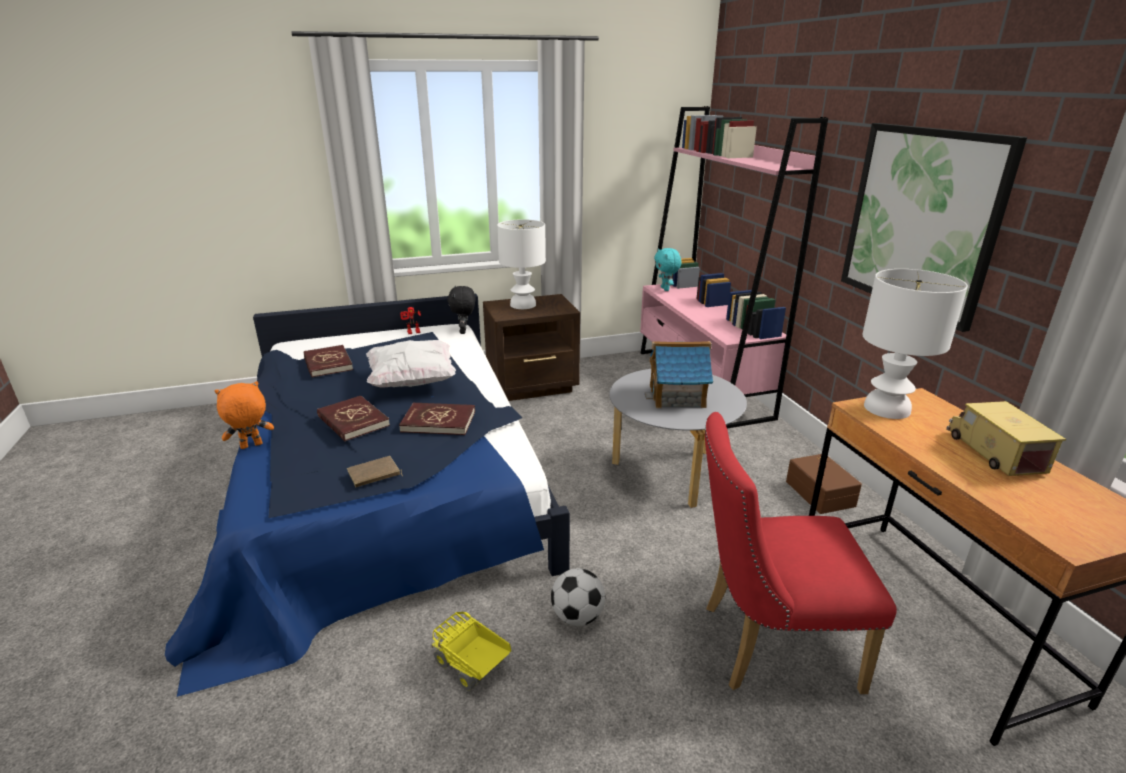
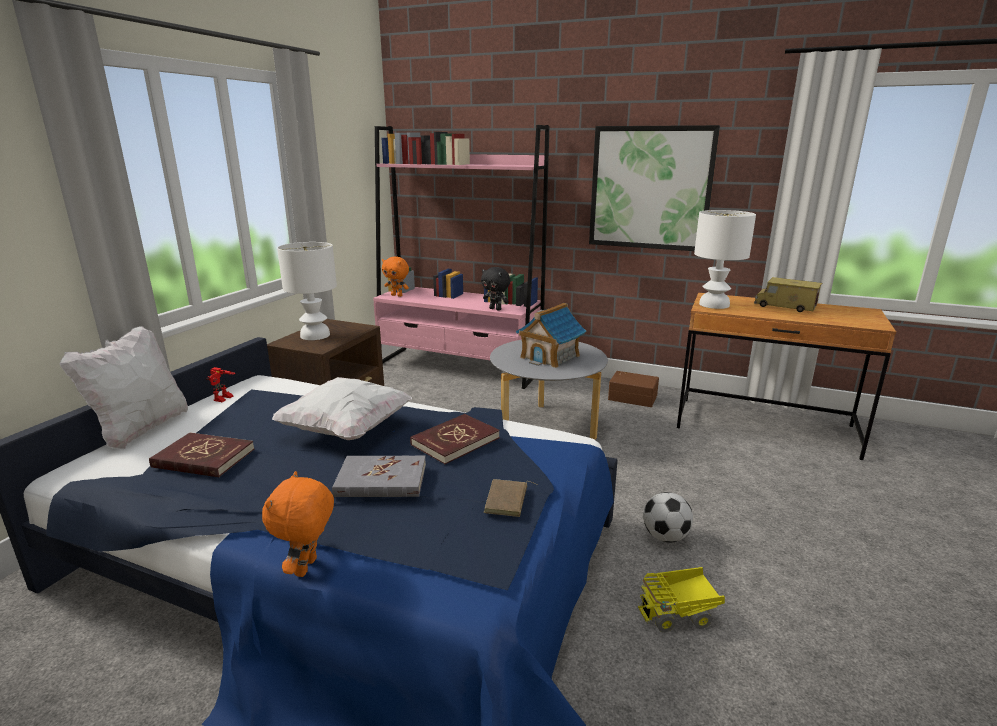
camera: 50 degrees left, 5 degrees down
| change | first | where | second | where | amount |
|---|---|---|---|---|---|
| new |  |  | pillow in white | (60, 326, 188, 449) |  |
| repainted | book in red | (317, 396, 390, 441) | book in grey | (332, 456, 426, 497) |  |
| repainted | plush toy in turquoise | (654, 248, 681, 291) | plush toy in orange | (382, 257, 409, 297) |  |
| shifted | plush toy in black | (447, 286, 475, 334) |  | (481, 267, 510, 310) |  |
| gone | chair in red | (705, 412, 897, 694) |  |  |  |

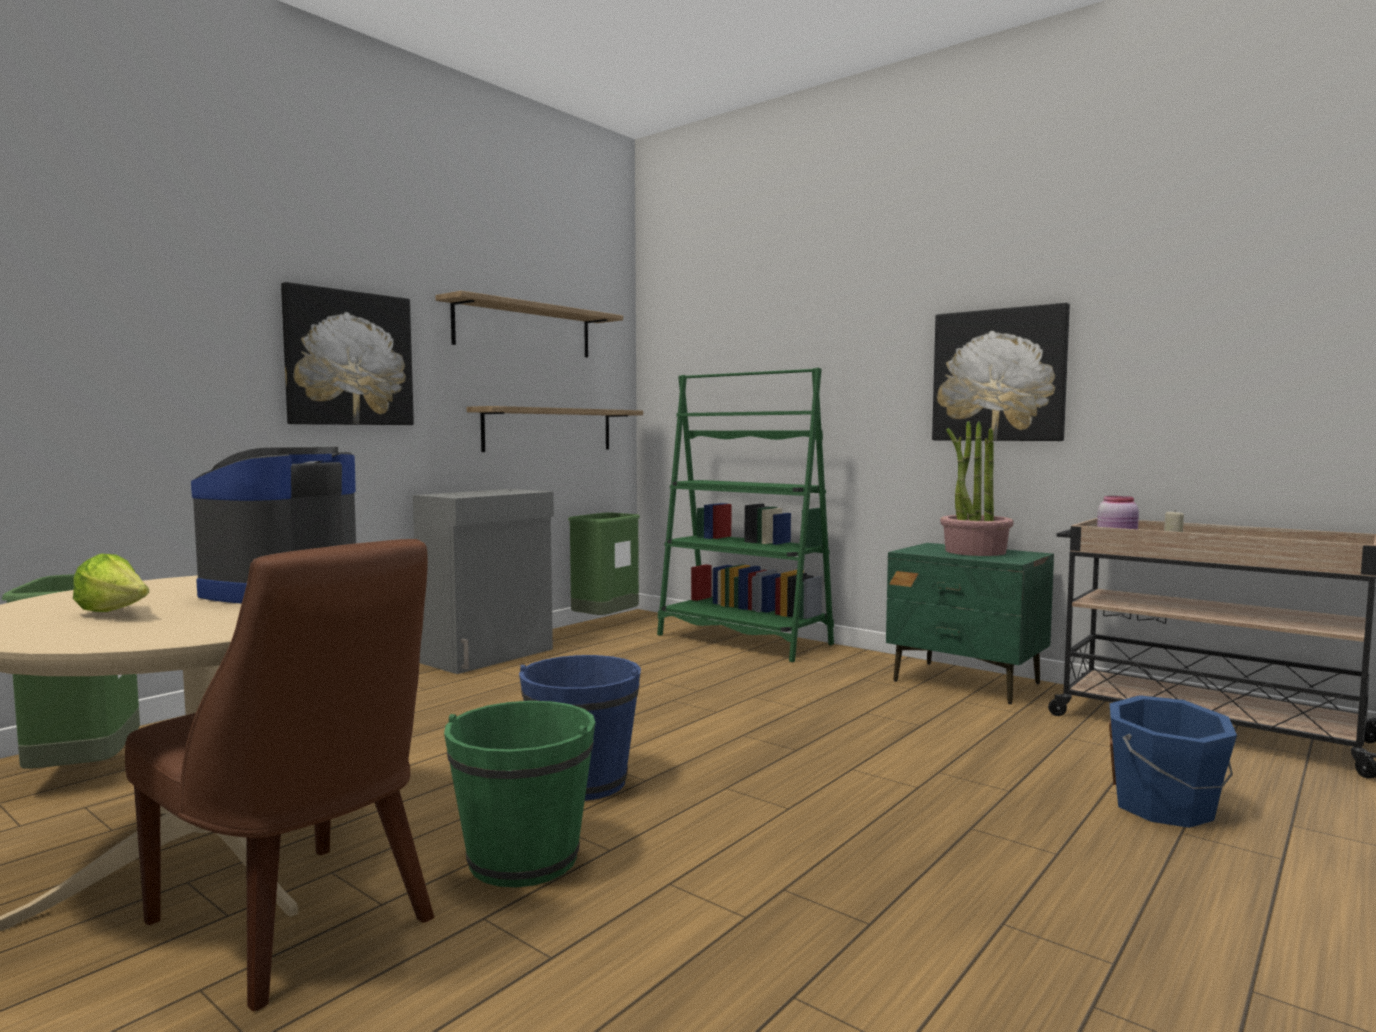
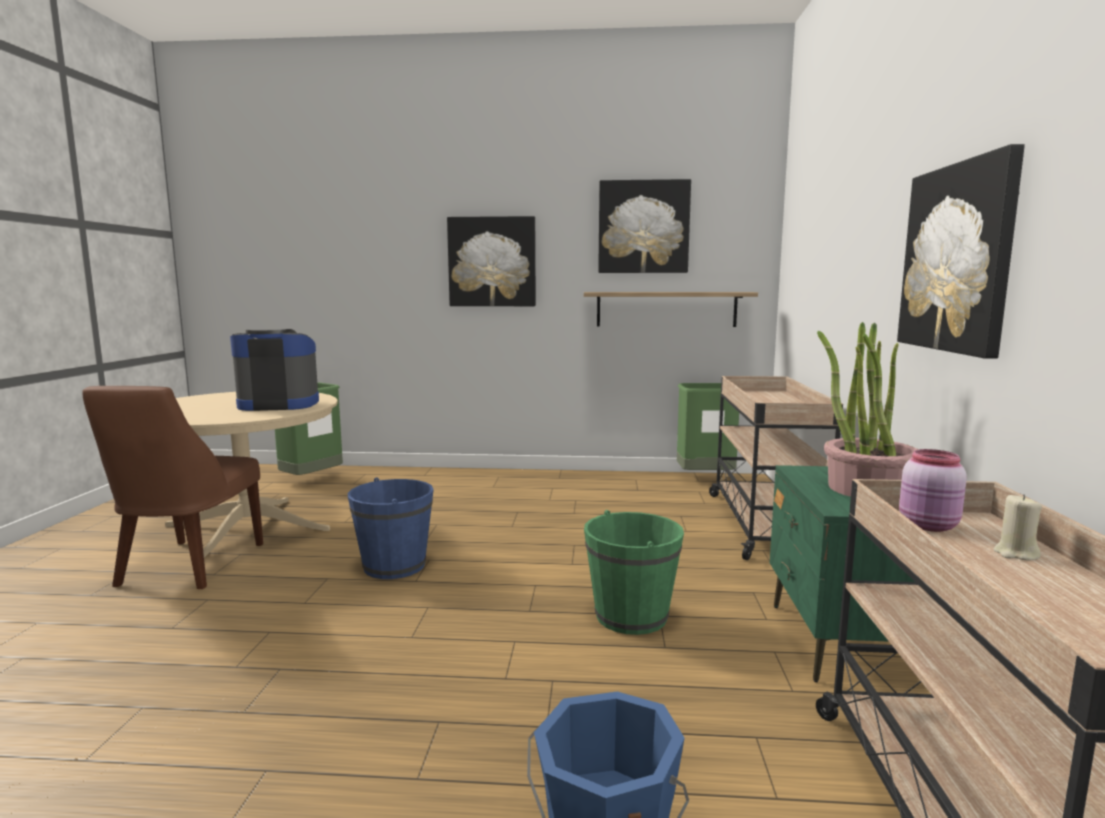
camera: 55 degrees right, 5 degrees up
| change | first | where | second | where | amount |
|---|---|---|---|---|---|
| shifted | bucket in green | (444, 701, 595, 887) |  | (584, 510, 684, 635) |  |
| swapped | shelf | (435, 291, 623, 357) | picture | (598, 179, 691, 273) |  |
| swapped | bookcase in green | (657, 368, 834, 662) | cart in beige | (709, 376, 843, 560) |  |
| gone | lettuce | (73, 554, 149, 612) |  |  |  |
| gone | cabinet in grey | (413, 489, 554, 674) |  |  |  |

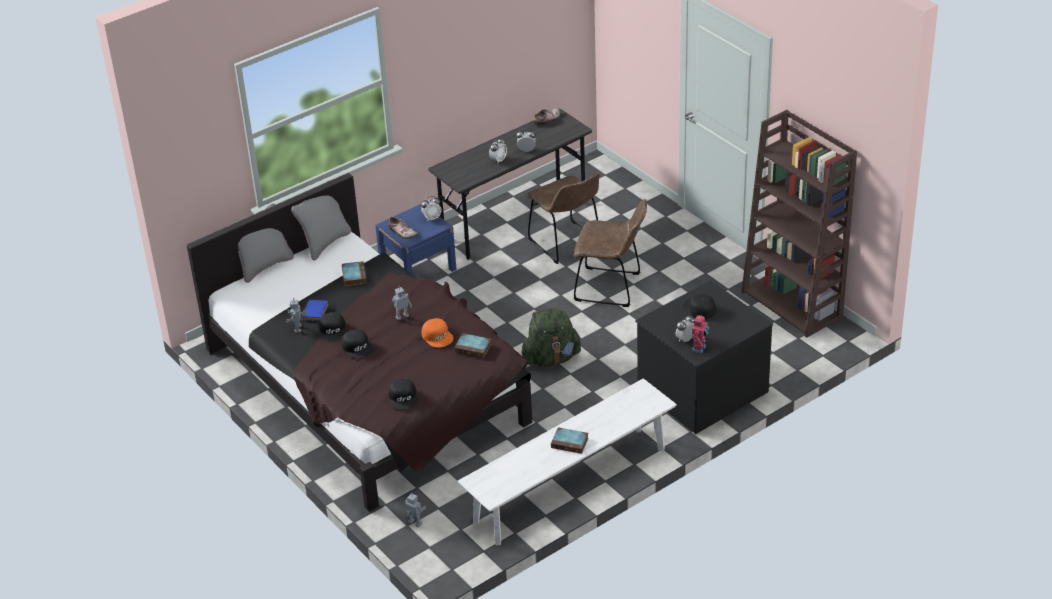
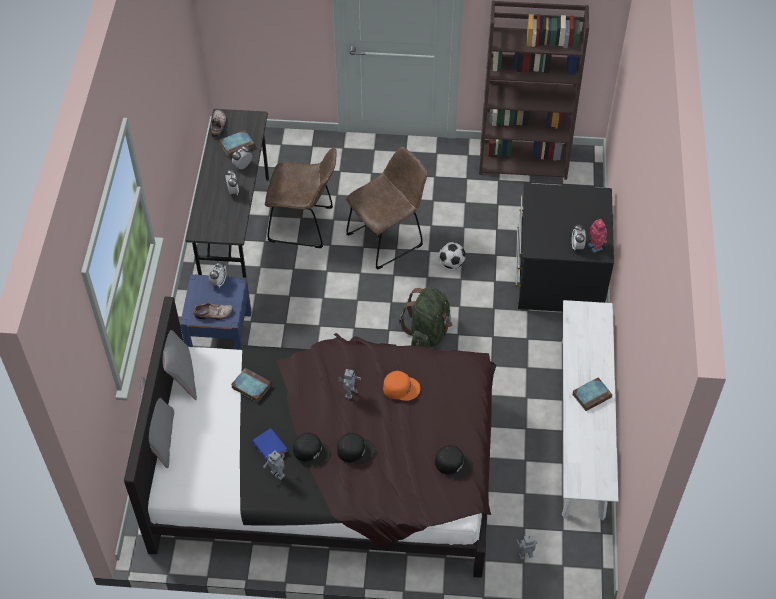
camera: 50 degrees left, 15 degrees up
| change | first | where | second | where | amount |
|---|---|---|---|---|---|
| shifted | book | (454, 333, 491, 358) |  | (220, 130, 255, 157) |  |
| new |  |  | football | (439, 242, 466, 269) |  |
| gone | cap in black | (682, 294, 716, 319) |  |  |  |

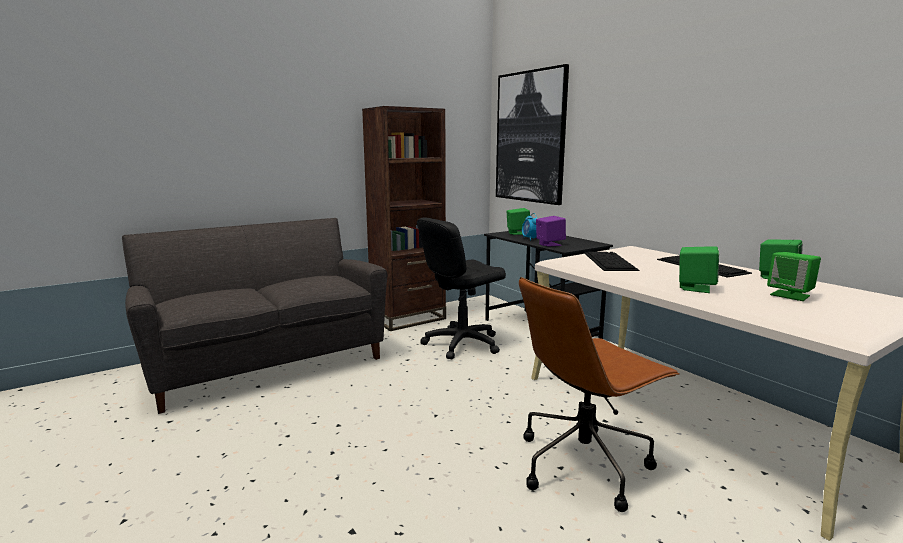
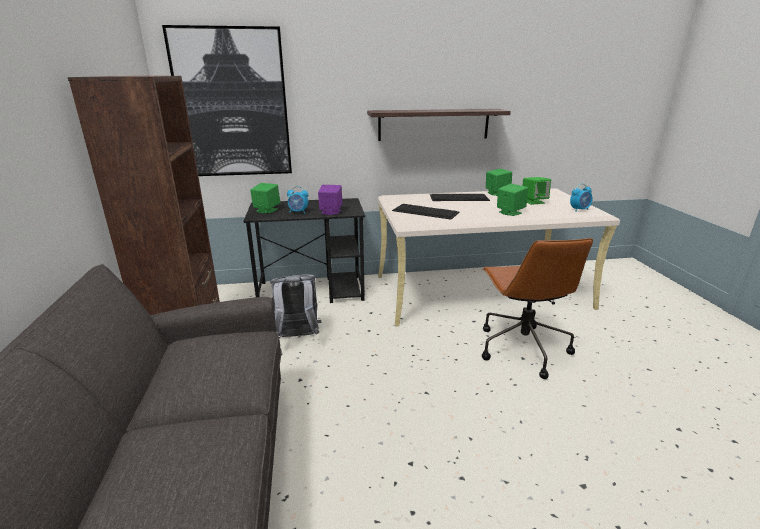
camera: 65 degrees left, 10 degrees up
| change | first | where | second | where | amount |
|---|---|---|---|---|---|
| swapped | office chair in black | (417, 218, 506, 360) | backpack in grey | (270, 274, 321, 337) |  |
| new |  |  | shelf | (367, 109, 511, 141) |  |
| new |  |  | alarm clock | (570, 184, 592, 212) |  |

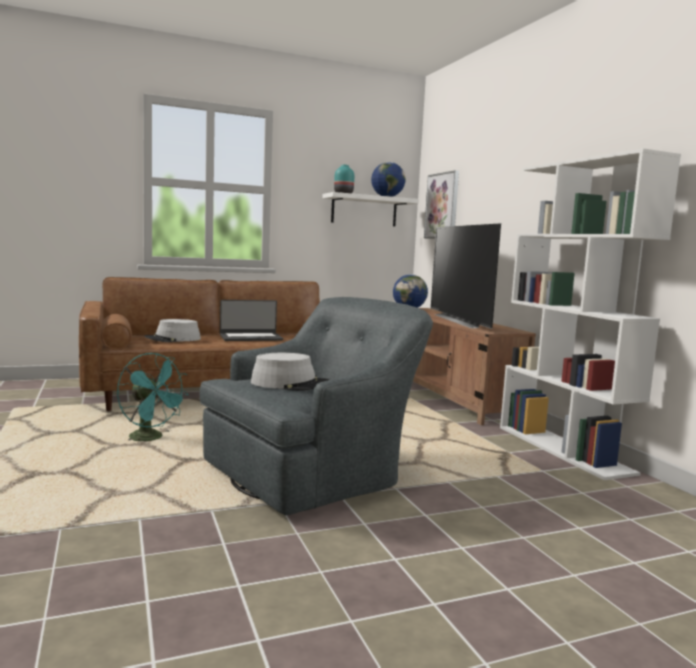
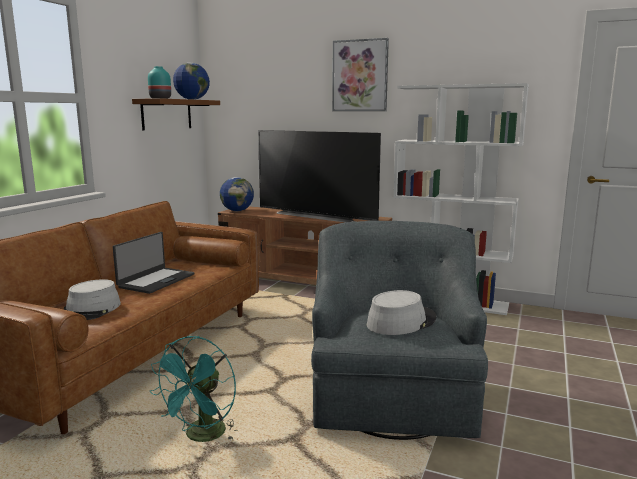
camera: 45 degrees left, 5 degrees up
| change | first | where | second | where | amount |
|---|---|---|---|---|---|
| repainted | shelf in white | (322, 192, 419, 226) | shelf in brown | (132, 98, 220, 130) |  |
| rotated | fan in turquoise | (117, 353, 189, 441) |  | (150, 336, 238, 442) | 120 degrees clockwise |
| shifted | picture | (424, 170, 459, 239) |  | (332, 38, 389, 111) |  |

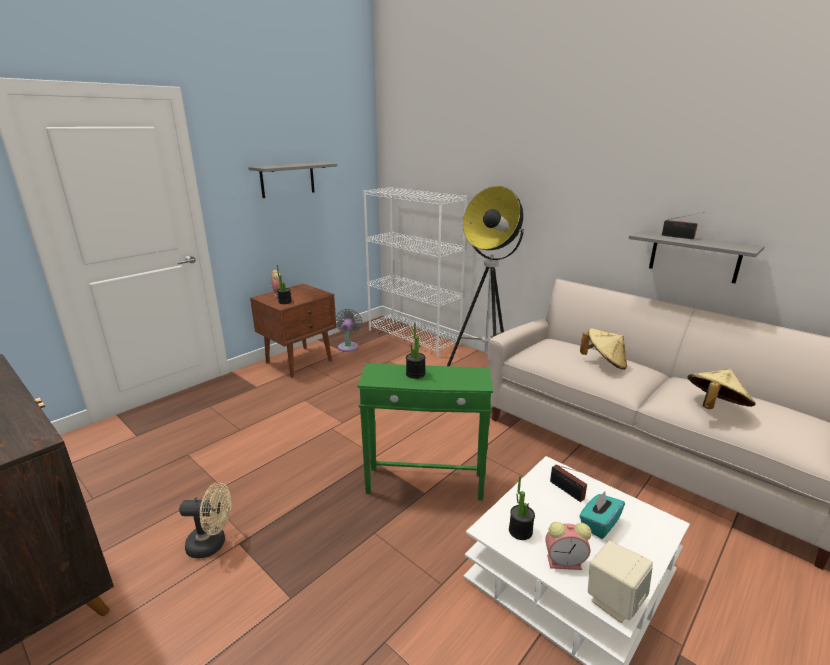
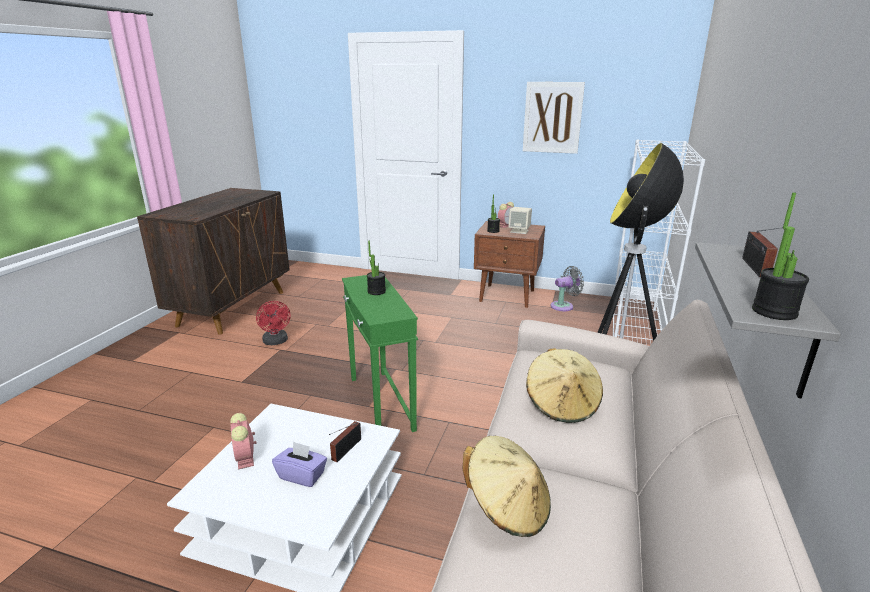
camera: 65 degrees right, 0 degrees up
| change | first | where | second | where | amount |
|---|---|---|---|---|---|
| repainted | fan in beige | (179, 482, 231, 559) | fan in red | (256, 301, 291, 345) |  |
| repainted | tissue box in turquoise | (580, 492, 625, 539) | tissue box in purple | (272, 441, 327, 487) |  |
| shifted | speaker in beige | (588, 541, 653, 623) |  | (508, 207, 532, 234) |  |
| swapped | shelf in grey | (248, 162, 337, 198) | picture | (523, 82, 585, 154) |  |
| shifted | potted plant | (509, 476, 535, 540) |  | (752, 192, 809, 320) |  |

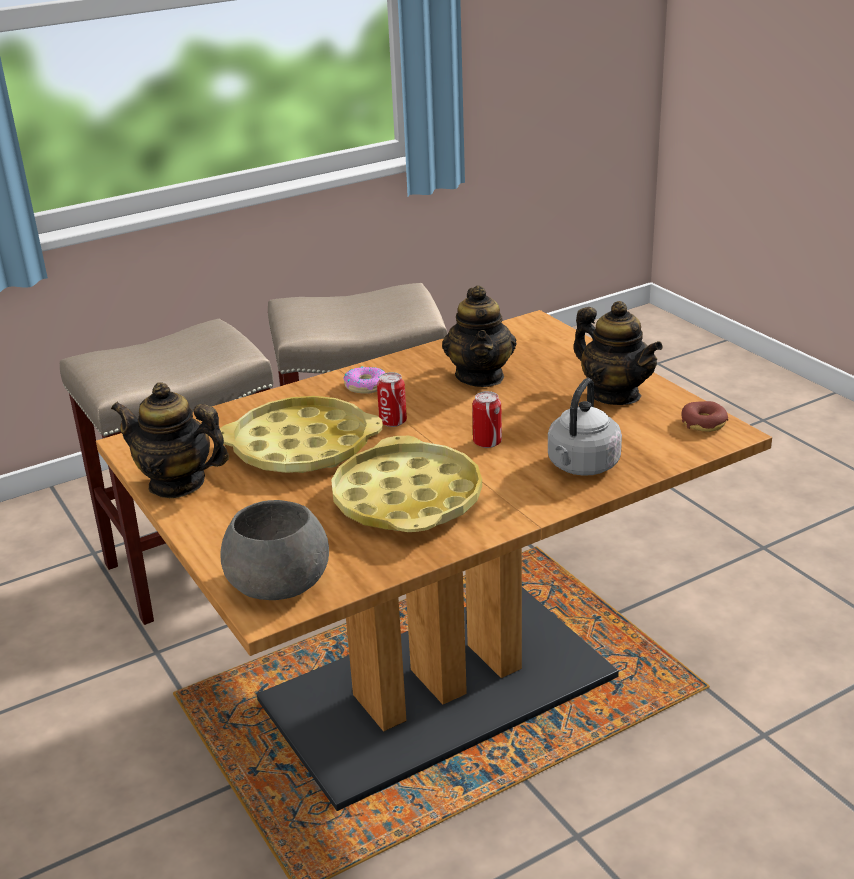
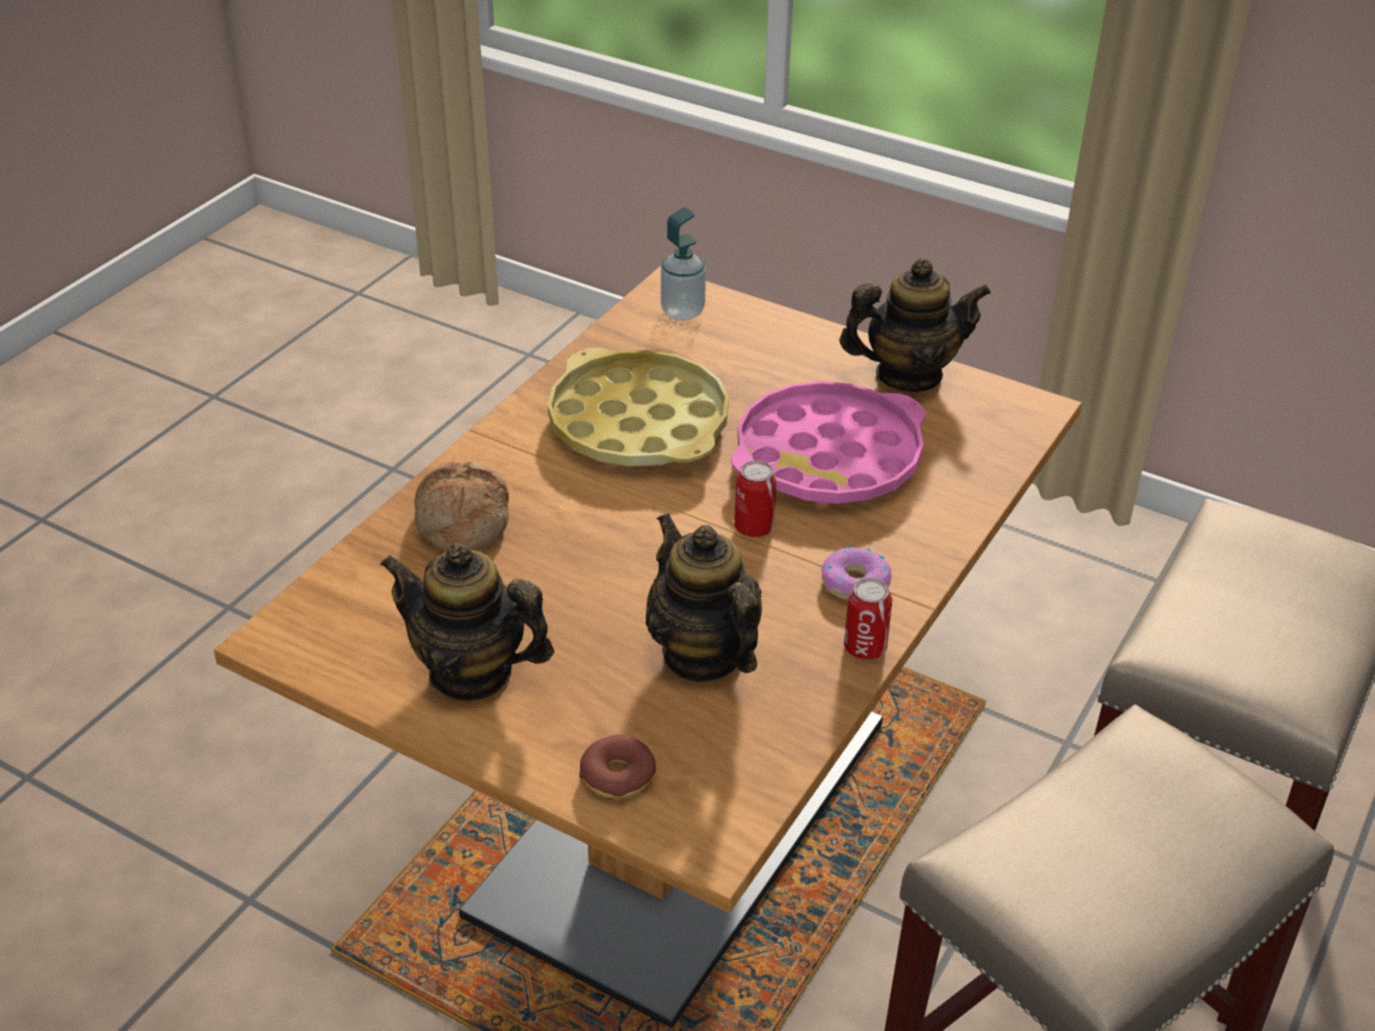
camera: 150 degrees right, 10 degrees up
| change | first | where | second | where | amount |
|---|---|---|---|---|---|
| swapped | kettle in grey | (548, 378, 622, 476) | bread | (414, 461, 509, 552) |  |
| shifted | donut | (681, 401, 729, 432) |  | (579, 735, 656, 799) |  |
| swapped | bowl in grey | (220, 500, 329, 600) | soap dispenser | (661, 207, 706, 321) |  |
| repainted | tray in yellow | (220, 396, 383, 473) | tray in pink | (731, 381, 926, 504) |  |
| shifted | can | (472, 391, 502, 448) |  | (844, 578, 892, 660) |  |

